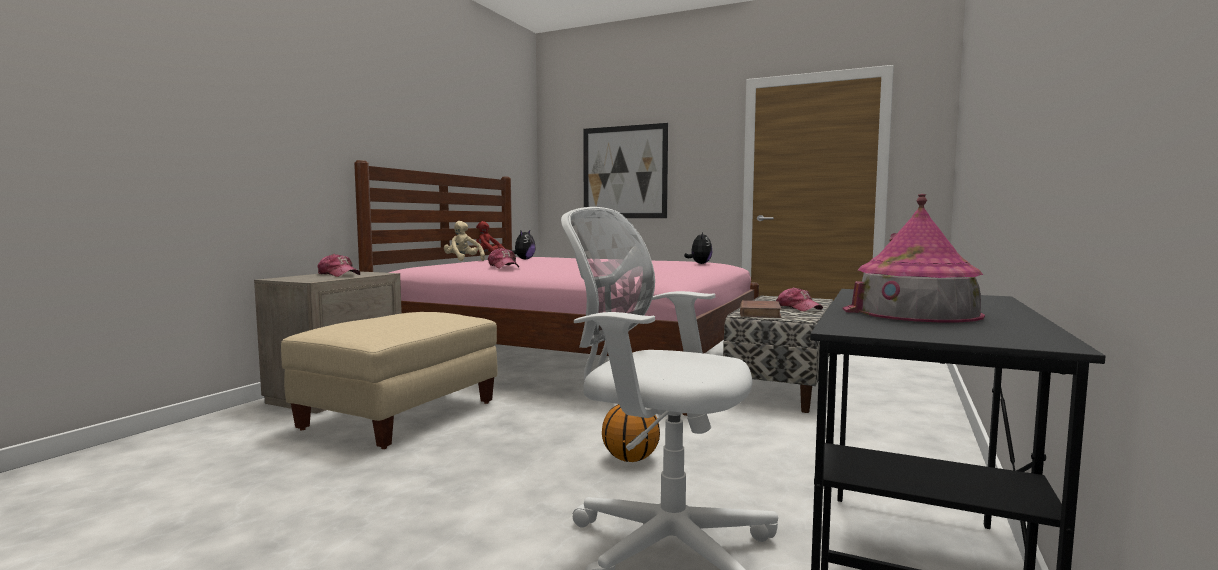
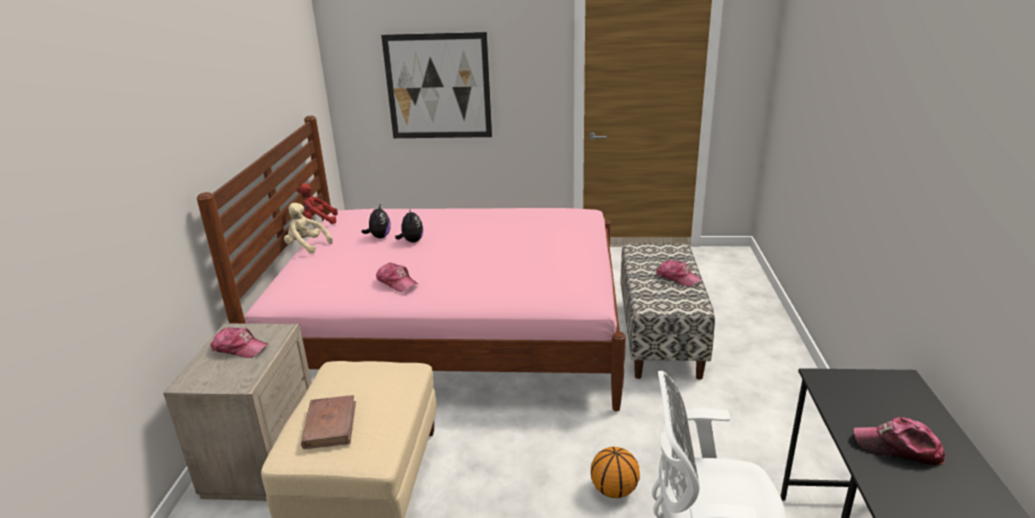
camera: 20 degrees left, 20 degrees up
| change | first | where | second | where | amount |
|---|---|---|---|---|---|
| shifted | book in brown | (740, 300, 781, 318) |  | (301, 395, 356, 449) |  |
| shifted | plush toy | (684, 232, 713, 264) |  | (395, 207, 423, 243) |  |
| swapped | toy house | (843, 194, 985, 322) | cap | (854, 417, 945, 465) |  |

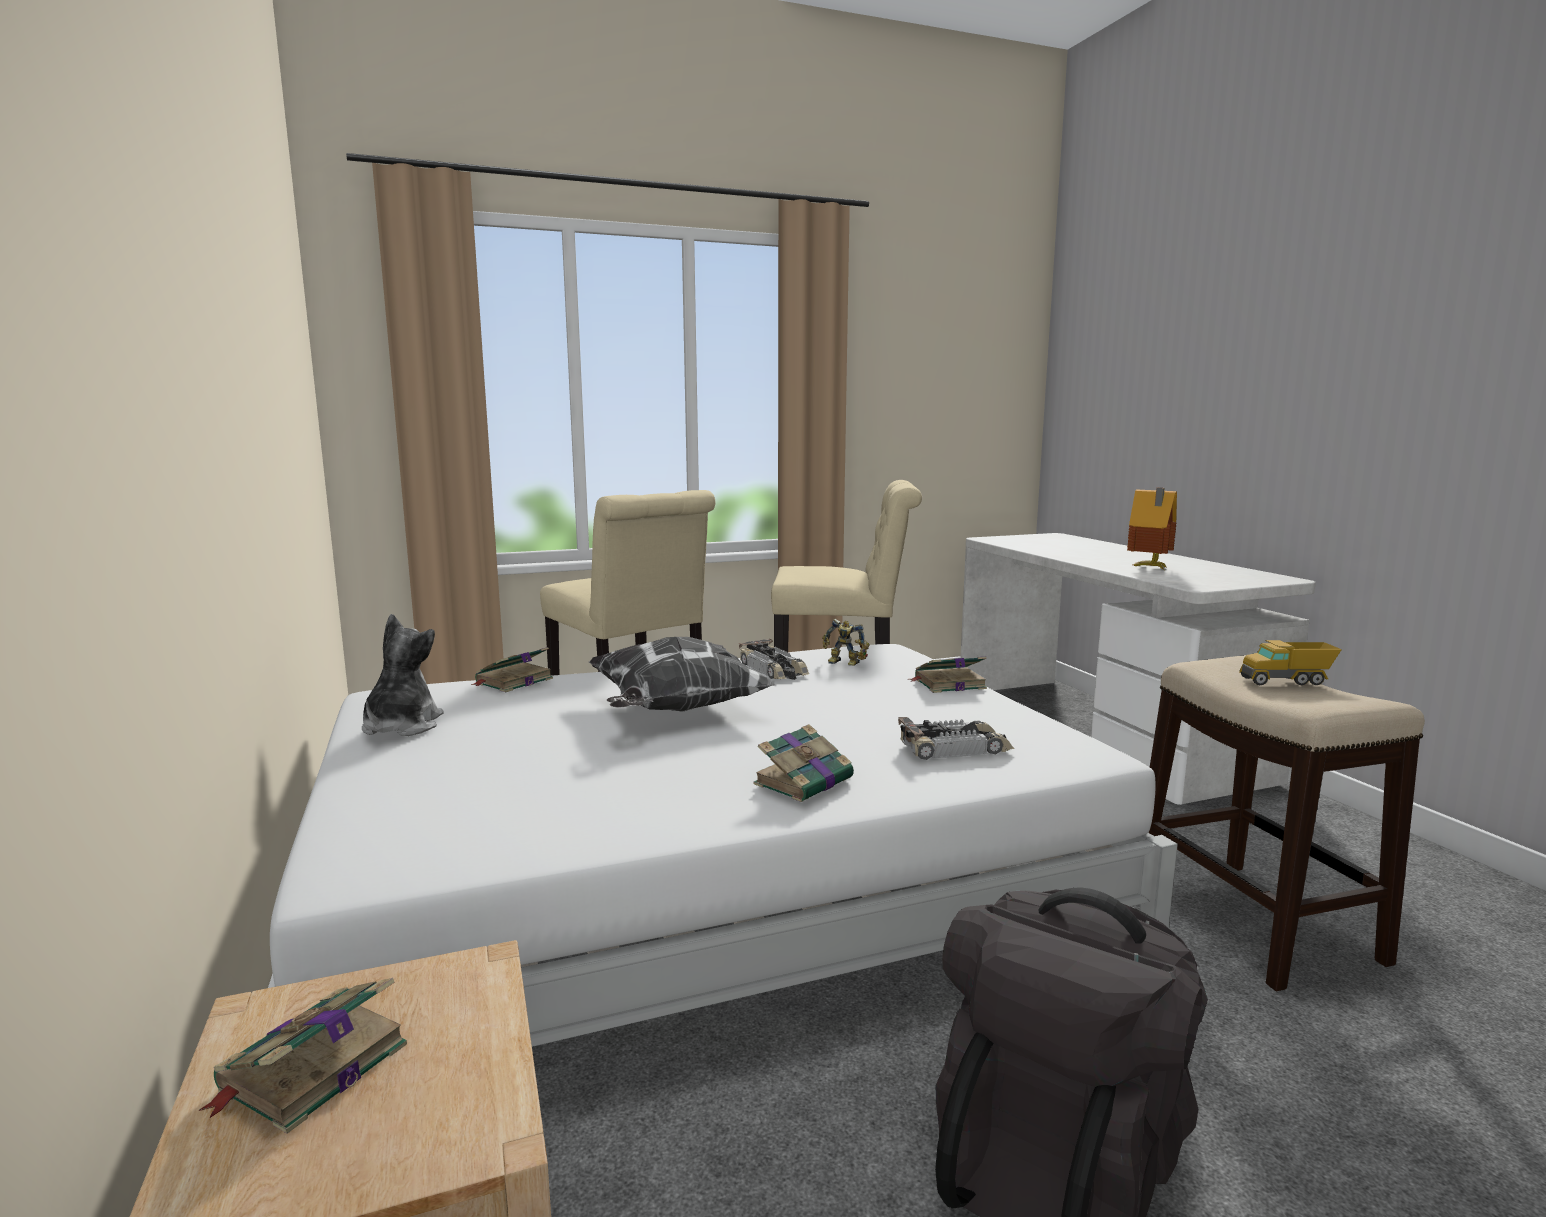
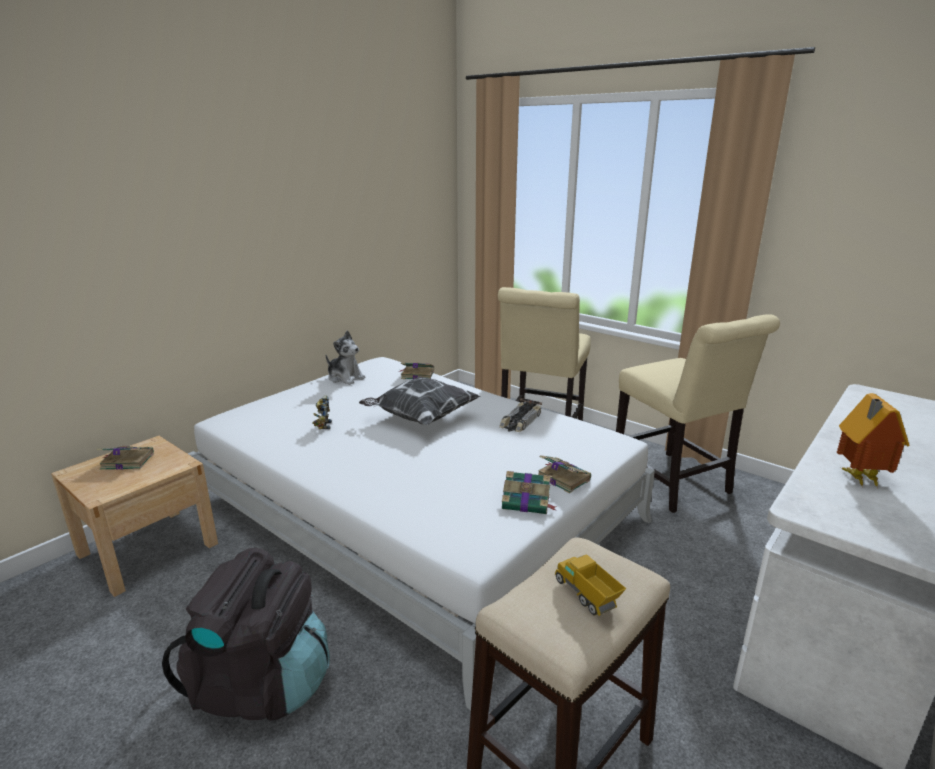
camera: 60 degrees right, 10 degrees up
| change | first | where | second | where | amount |
|---|---|---|---|---|---|
| shifted | toy robot | (822, 619, 870, 666) |  | (312, 395, 332, 429) |  |
| rotated | plush toy | (362, 614, 444, 736) |  | (326, 331, 365, 385) | 60 degrees clockwise |
| shifted | book | (754, 724, 854, 802) |  | (502, 471, 556, 514) |  |
| gone | toy car | (898, 717, 1015, 760) |  |  |  |

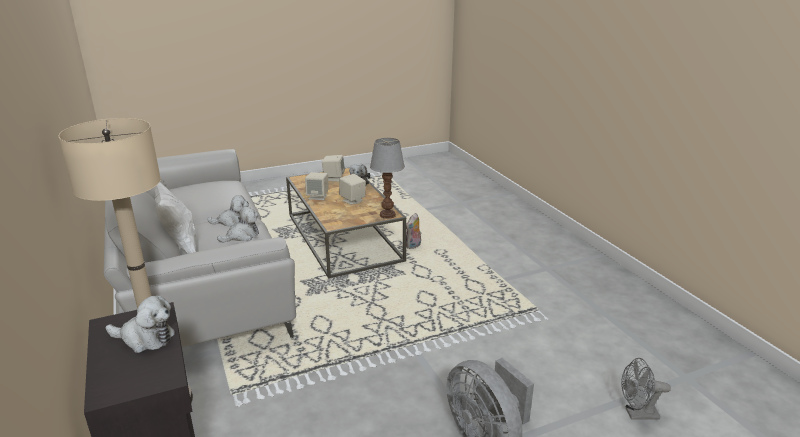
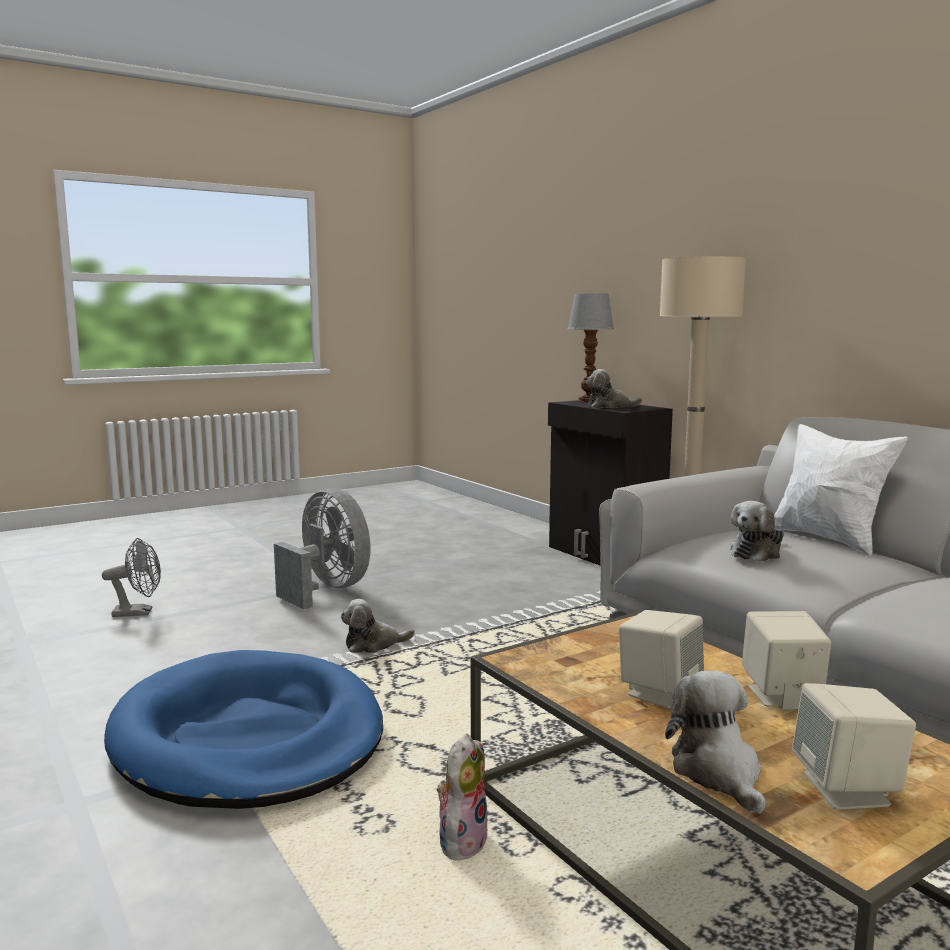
camera: 170 degrees right, 15 degrees down
| change | first | where | second | where | amount |
|---|---|---|---|---|---|
| new |  |  | dog bed in blue | (104, 650, 383, 809) |  |
| shifted | plush toy | (207, 195, 249, 227) |  | (341, 599, 415, 653) |  |
| shifted | table lamp | (370, 138, 405, 219) |  | (568, 293, 614, 402) |  |

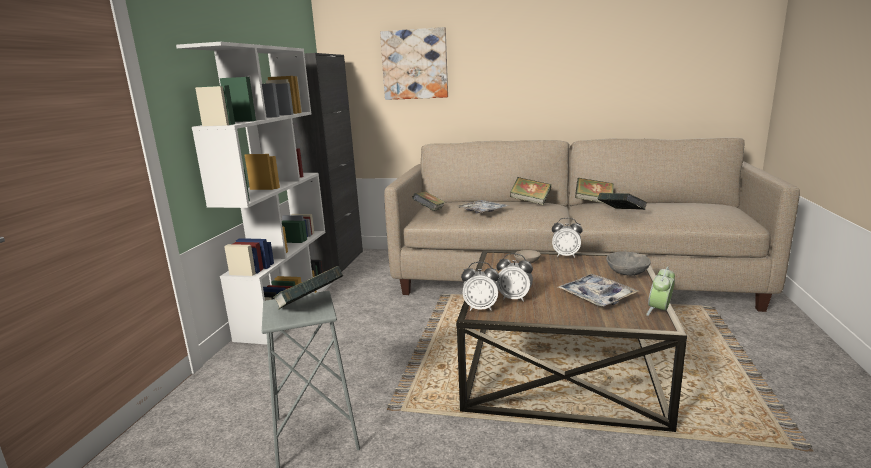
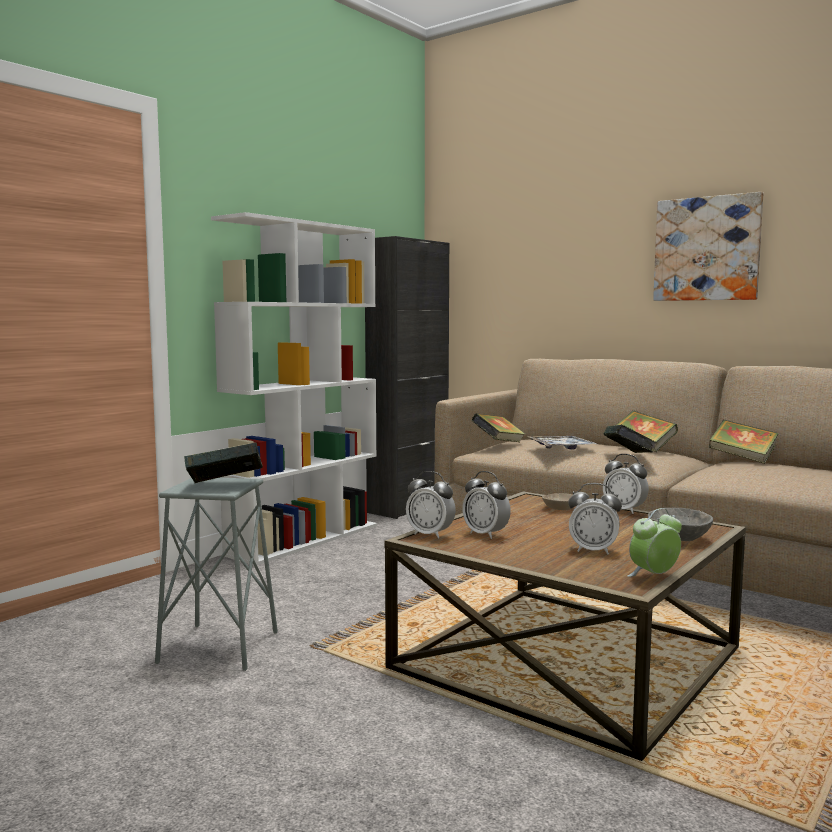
camera: 25 degrees right, 10 degrees down
| change | first | where | second | where | amount |
|---|---|---|---|---|---|
| swapped | tray | (558, 274, 638, 307) | alarm clock | (568, 483, 622, 554) |  |
| shifted | book | (598, 193, 647, 210) |  | (603, 425, 658, 453) |  |
| shifted | picture | (380, 27, 448, 100) |  | (653, 192, 763, 301) |  |

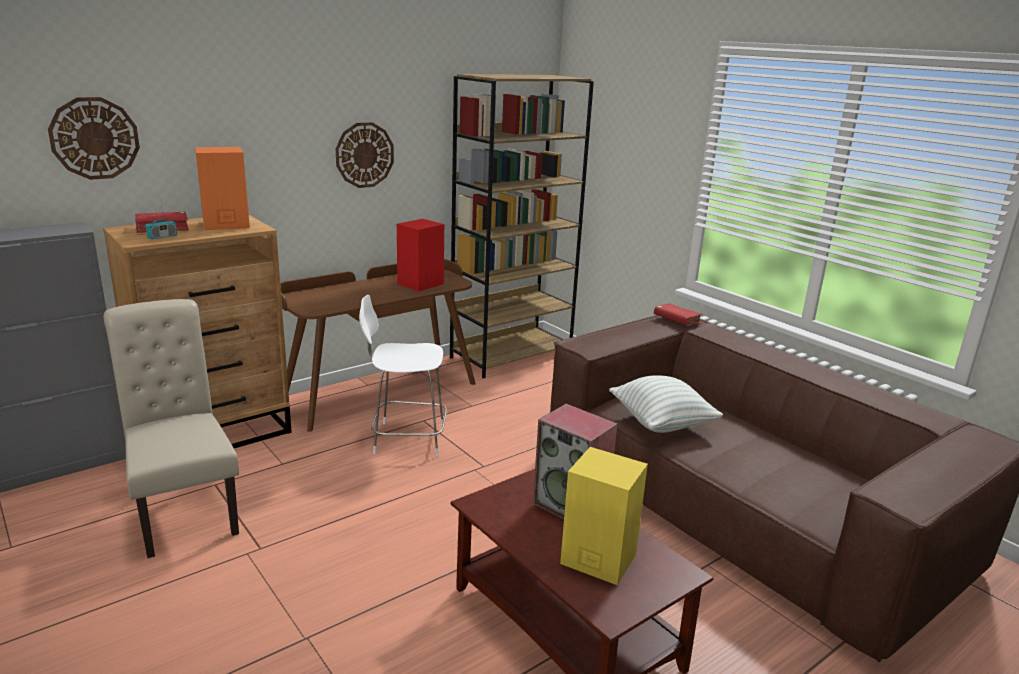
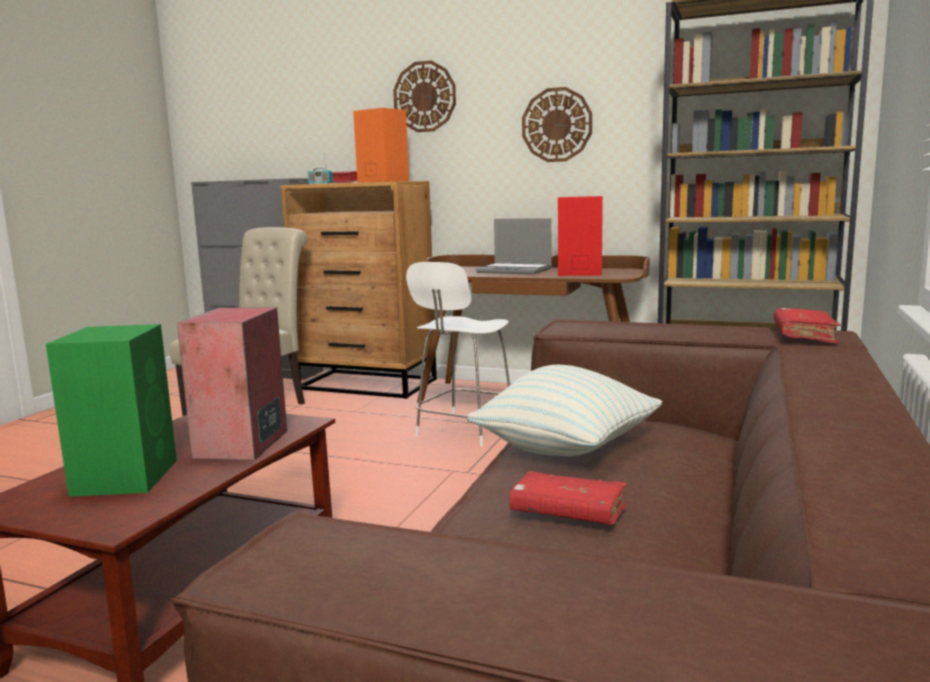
camera: 60 degrees right, 10 degrees down
| change | first | where | second | where | amount |
|---|---|---|---|---|---|
| repainted | speaker in yellow | (560, 447, 648, 585) | speaker in green | (46, 324, 177, 497) |  |
| shifted | wall clock | (48, 97, 140, 180) |  | (393, 60, 456, 132) |  |
| rotated | chair in white | (359, 295, 447, 457) |  | (406, 262, 510, 447) | 120 degrees counterclockwise |
| new |  |  | laptop | (476, 218, 552, 275) |  |
| new |  |  | book in red | (509, 471, 627, 525) |  |

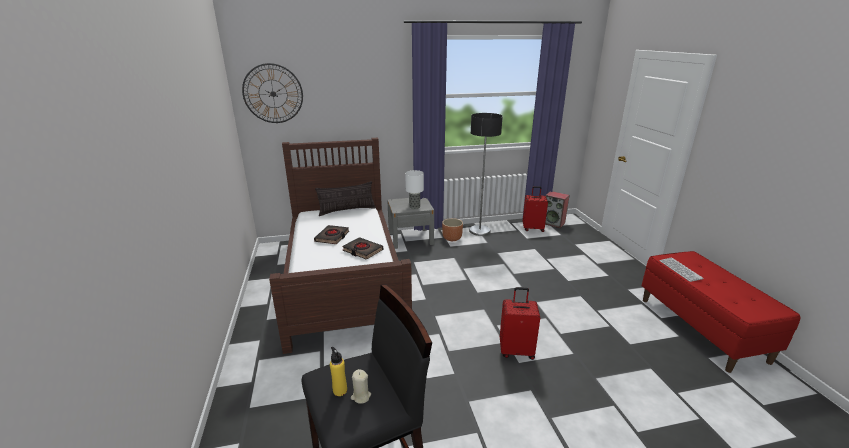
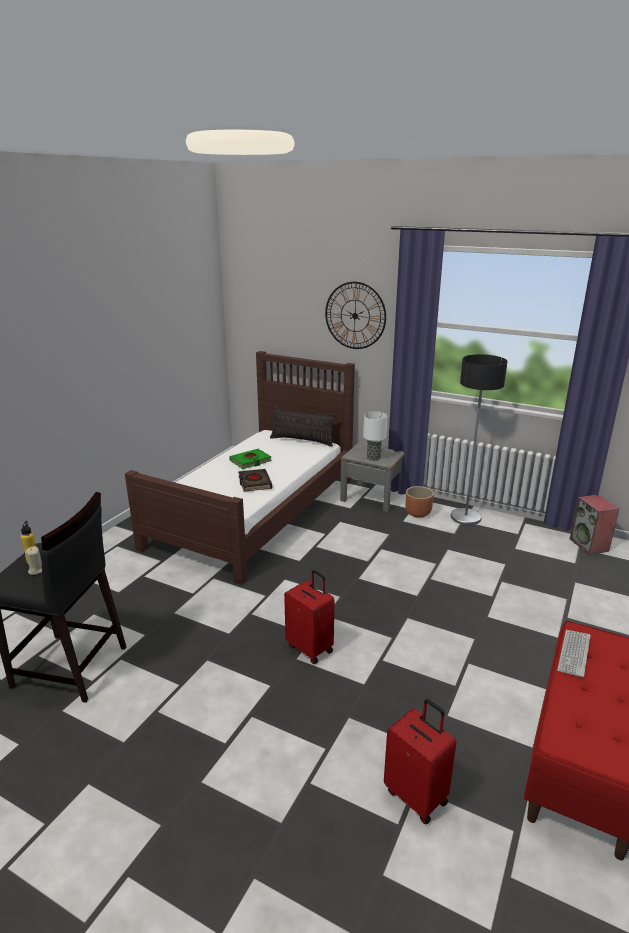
camera: 40 degrees right, 0 degrees up
| change | first | where | second | where | amount |
|---|---|---|---|---|---|
| repainted | book in black | (314, 225, 349, 244) | book in green | (229, 449, 272, 469) |  |
| shifted | wall clock | (242, 63, 303, 123) |  | (325, 282, 386, 349) |  |
| shifted | suitcase in red | (523, 186, 548, 232) |  | (384, 699, 456, 824) |  |

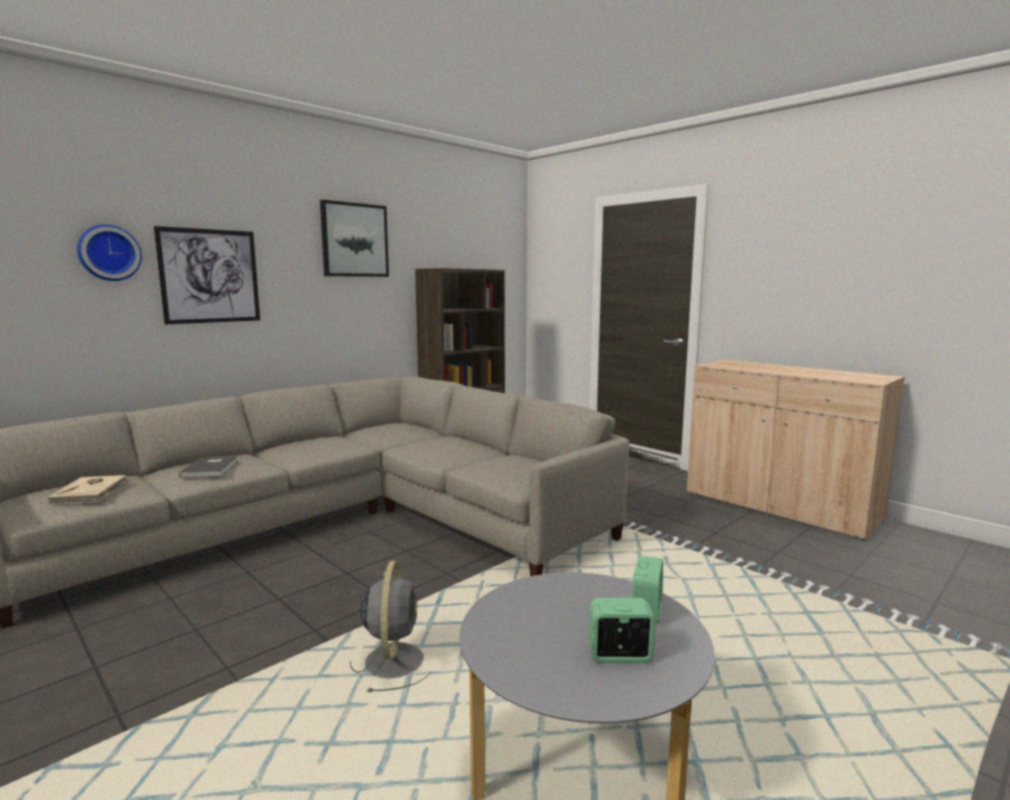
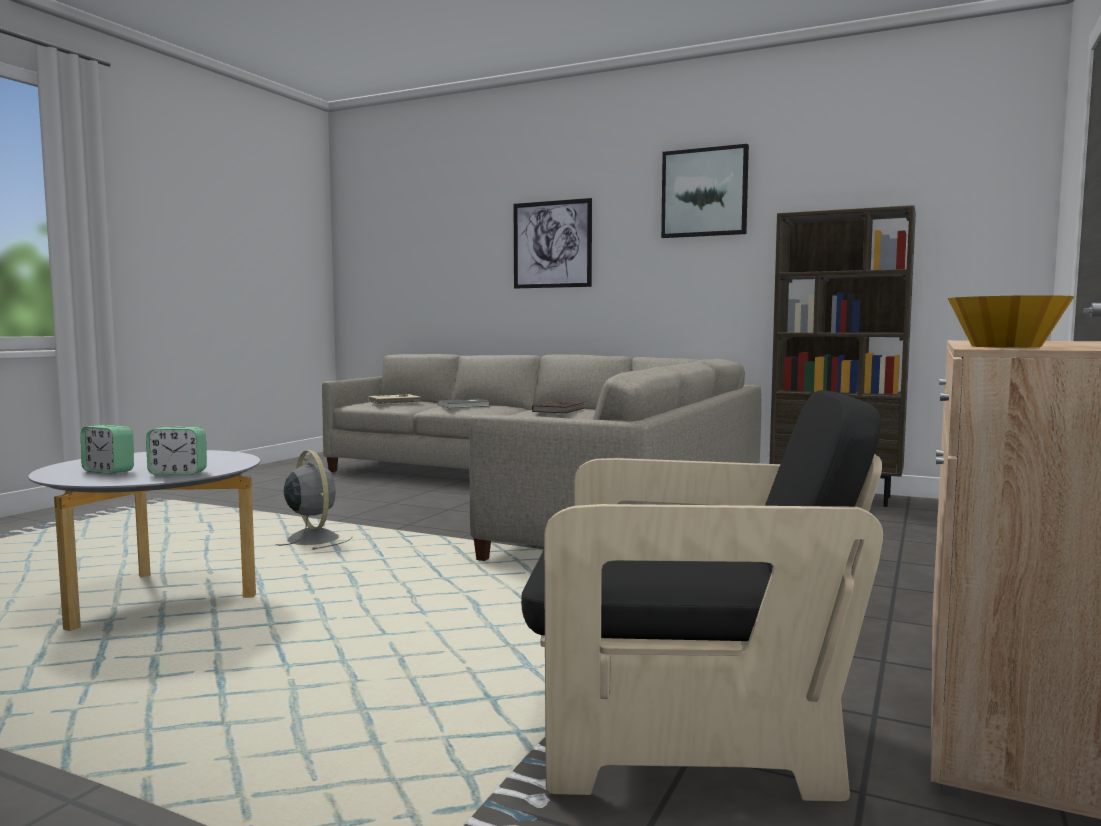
camera: 70 degrees right, 5 degrees down
| change | first | where | second | where | amount |
|---|---|---|---|---|---|
| rotated | alarm clock | (589, 598, 656, 663) |  | (81, 425, 134, 474) | 135 degrees clockwise |
| rotated | fan in grey | (350, 561, 431, 692) |  | (275, 450, 353, 550) | 105 degrees counterclockwise |
| new |  |  | armchair in black | (521, 390, 883, 802) |  |
| new |  |  | book in brown | (532, 401, 586, 413) |  |
| new |  |  | bowl | (947, 295, 1074, 348) |  |
| gone | wall clock | (77, 224, 142, 281) |  |  |  |

